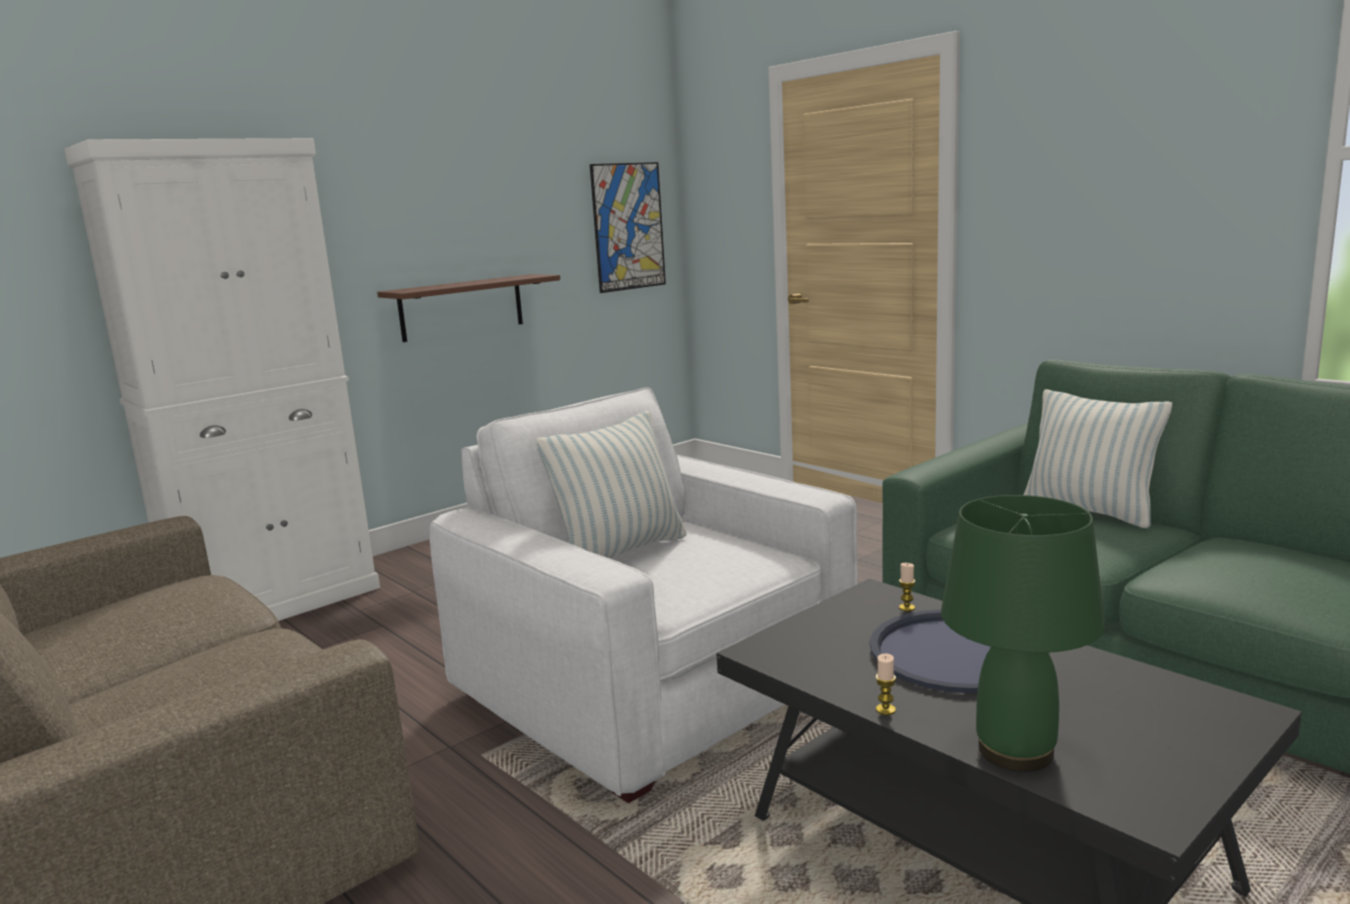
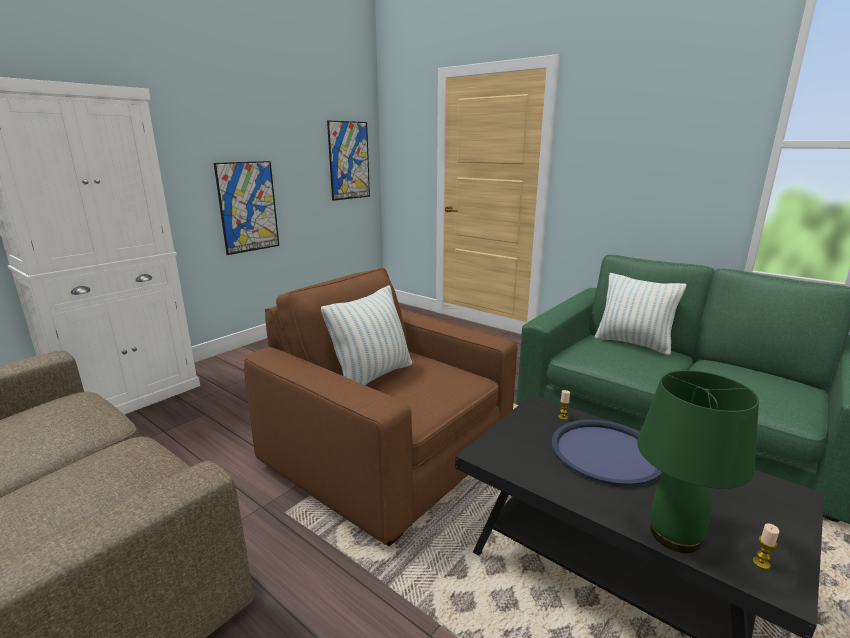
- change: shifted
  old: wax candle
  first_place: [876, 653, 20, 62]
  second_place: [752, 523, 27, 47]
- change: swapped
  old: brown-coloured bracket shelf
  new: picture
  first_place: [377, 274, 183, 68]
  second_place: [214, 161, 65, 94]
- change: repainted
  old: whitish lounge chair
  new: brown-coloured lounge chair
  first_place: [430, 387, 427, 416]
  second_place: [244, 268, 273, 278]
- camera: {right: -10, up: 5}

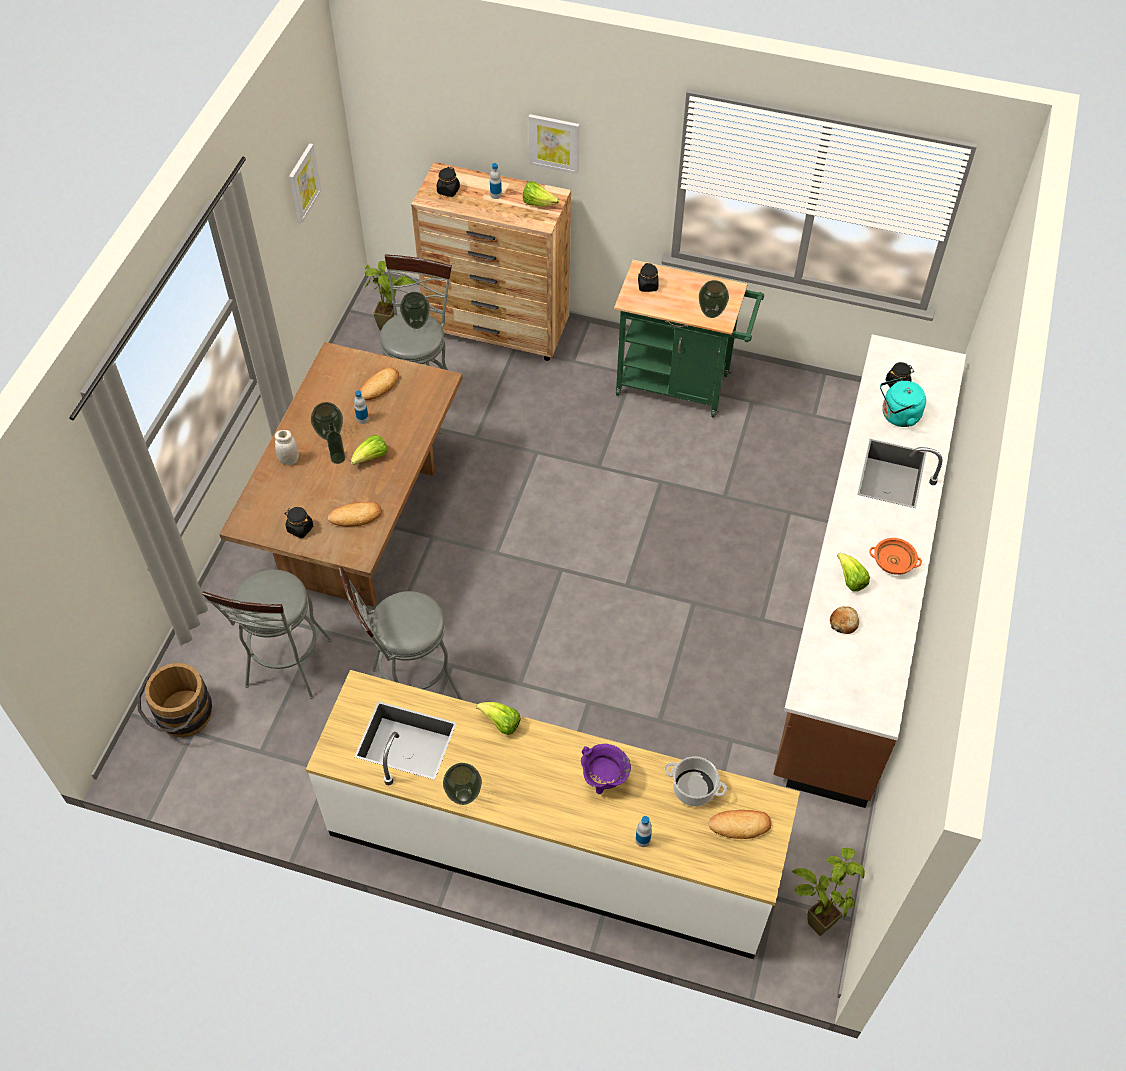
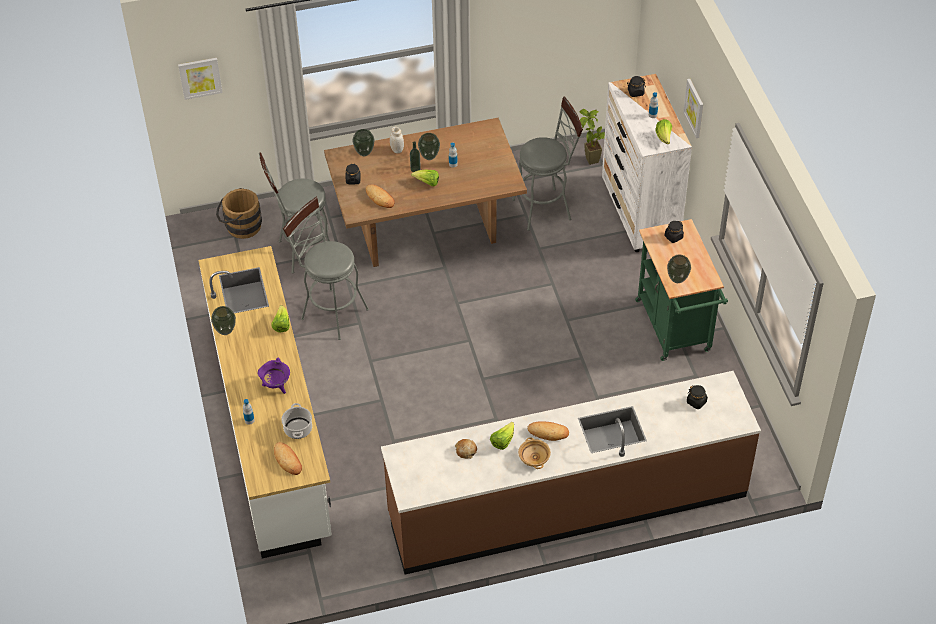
- change: gone
  old: plant in a pot
  first_place: [792, 848, 73, 88]
- change: gone
  old: turquoise-coloured water kettle
  first_place: [880, 378, 46, 49]
- change: shifted
  old: picture
  first_place: [289, 143, 32, 81]
  second_place: [178, 58, 45, 42]
- change: shifted
  old: bakery bread
  first_place: [360, 367, 39, 33]
  second_place: [527, 421, 42, 20]
- change: shifted
  old: decorative vase
  first_place: [400, 292, 30, 37]
  second_place: [352, 129, 23, 27]
- change: repainted
  old: brown-coloured chest of drawers
  new: whitish chest of drawers
  first_place: [411, 162, 160, 199]
  second_place: [602, 74, 90, 178]
- change: repainted
  old: orange deep dish
  new: beige deep dish
  first_place: [869, 538, 53, 37]
  second_place: [518, 438, 33, 31]
- camera: {right: 60, up: -5}

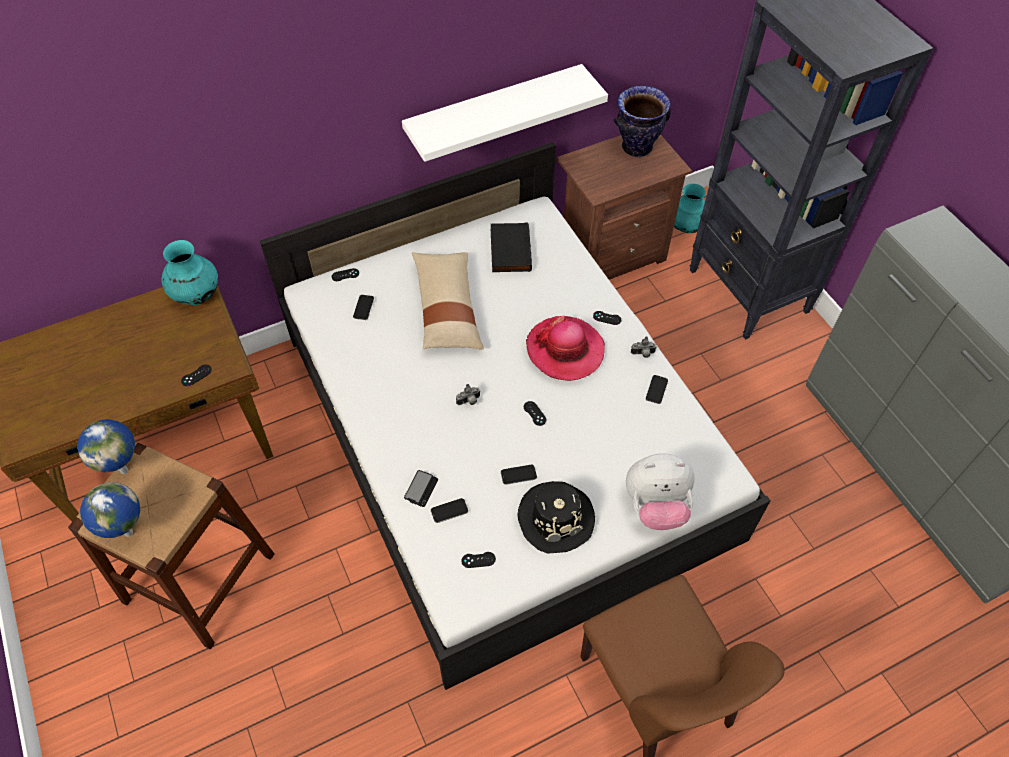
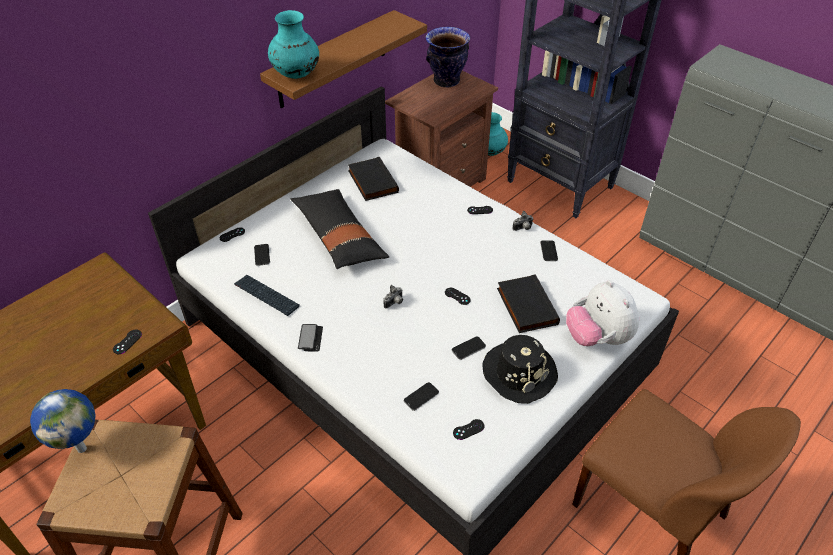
- change: gone
  old: desk globe
  first_place: [80, 482, 60, 56]
- change: gone
  old: wearable hat
  first_place: [526, 316, 79, 65]
- change: new
  new: computer keyboard
  second_place: [234, 275, 66, 41]
- change: new
  new: blackish bound book
  second_place: [497, 274, 63, 59]
- change: shifted
  old: turquoise-coloured decorative vase
  first_place: [162, 240, 56, 65]
  second_place: [268, 10, 51, 69]
- change: shifted
  old: phone
  first_place: [404, 470, 34, 37]
  second_place: [298, 324, 25, 28]
- change: repainted
  old: whitish bracket shelf
  new: brown-coloured bracket shelf
  first_place: [402, 64, 206, 98]
  second_place: [260, 10, 167, 98]
- change: repainted
  old: beige cushion
  new: blackish cushion
  first_place: [412, 252, 72, 97]
  second_place: [291, 189, 98, 80]
- change: rotated
  old: cuddly toy
  first_place: [626, 453, 69, 77]
  second_place: [566, 280, 73, 66]
  degrees: 90
- camera: {right: -20, up: -10}

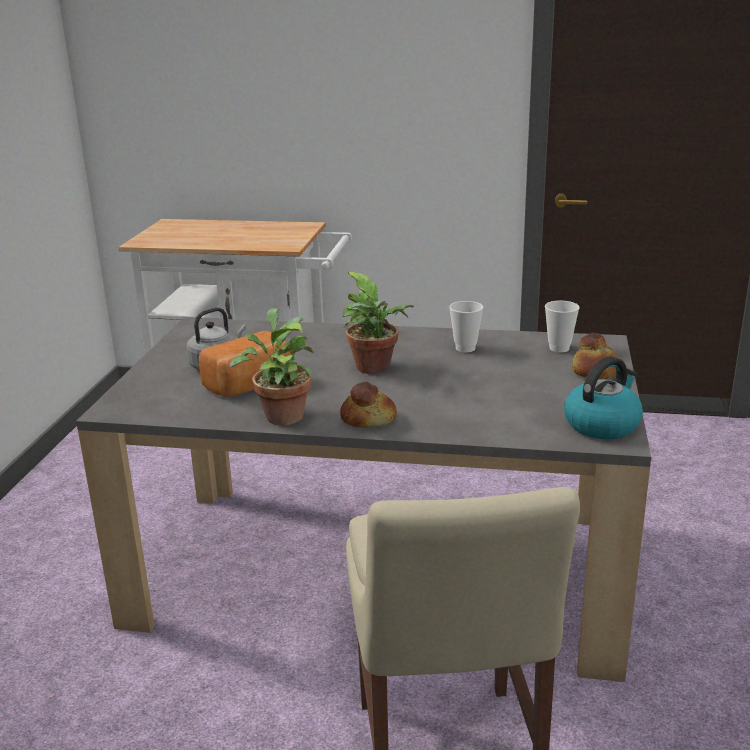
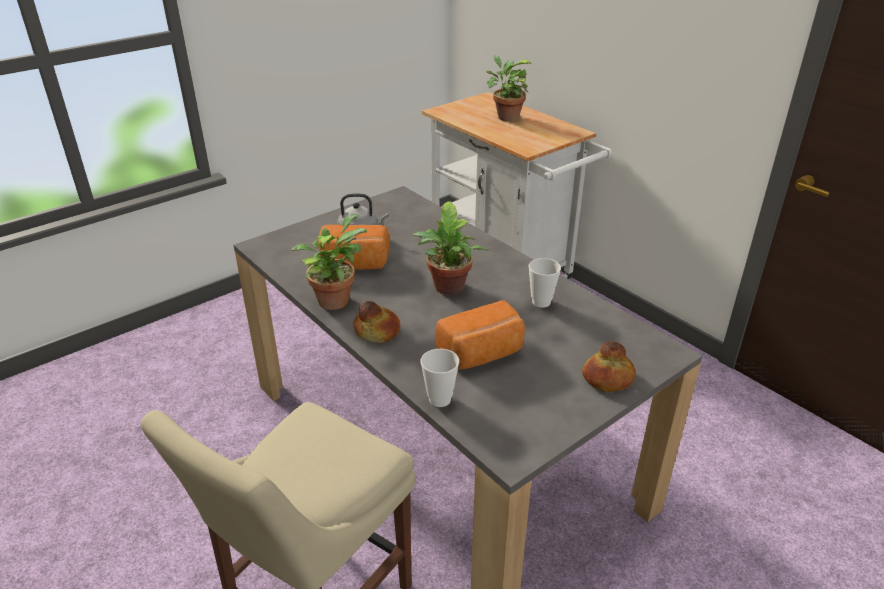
- change: gone
  old: water kettle
  first_place: [564, 356, 79, 83]
- change: new
  new: bakery bread
  second_place: [435, 301, 90, 69]
- change: new
  new: plant in a pot
  second_place: [486, 56, 46, 66]
- change: shifted
  old: cup
  first_place: [545, 301, 35, 51]
  second_place: [420, 349, 39, 58]
- camera: {right: 40, up: 10}

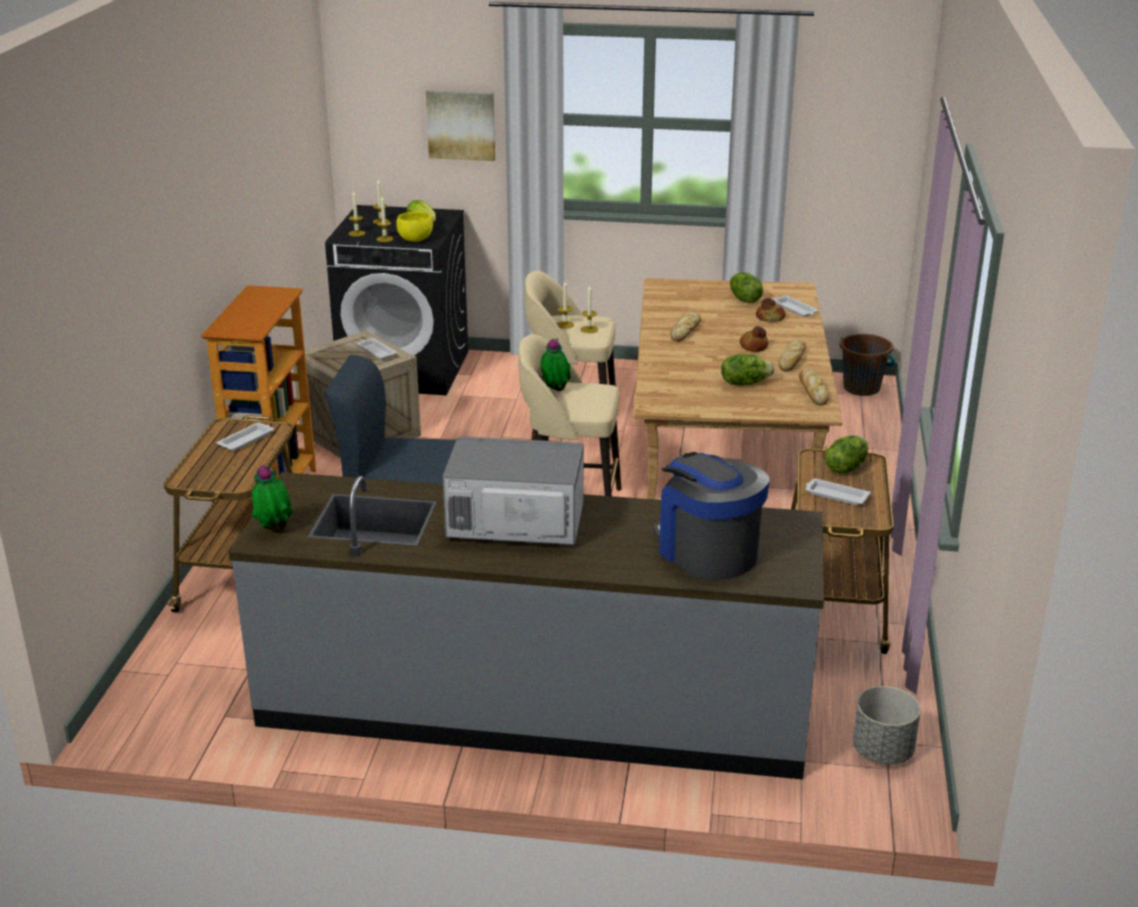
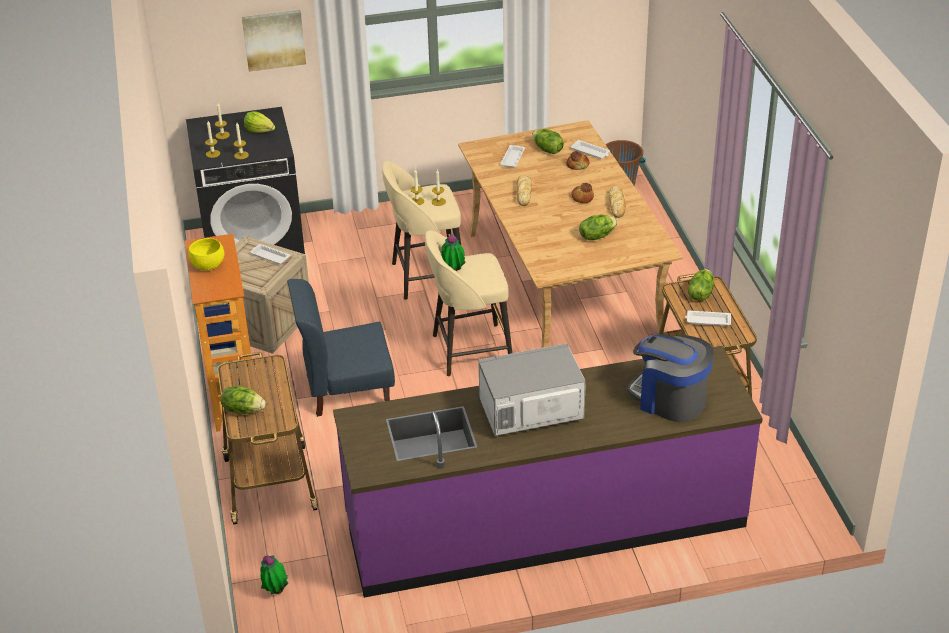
- change: gone
  old: bakery bread
  first_place: [799, 369, 30, 37]
- change: gone
  old: grey flower pot
  first_place: [853, 686, 68, 78]
- change: new
  new: head of lettuce
  second_place: [221, 386, 45, 28]
- change: shifted
  old: whitish tray
  first_place: [216, 422, 58, 29]
  second_place: [500, 145, 25, 23]
- change: shifted
  old: plant in a pot
  first_place: [251, 465, 42, 68]
  second_place: [260, 555, 28, 39]
- change: shifted
  old: yellow deep dish
  first_place: [396, 212, 37, 30]
  second_place: [188, 238, 36, 33]
- change: repainted
  old: grey kitchen counter
  new: purple-coloured kitchen counter
  first_place: [229, 472, 595, 308]
  second_place: [333, 346, 430, 252]
- camera: {right: -20, up: 10}

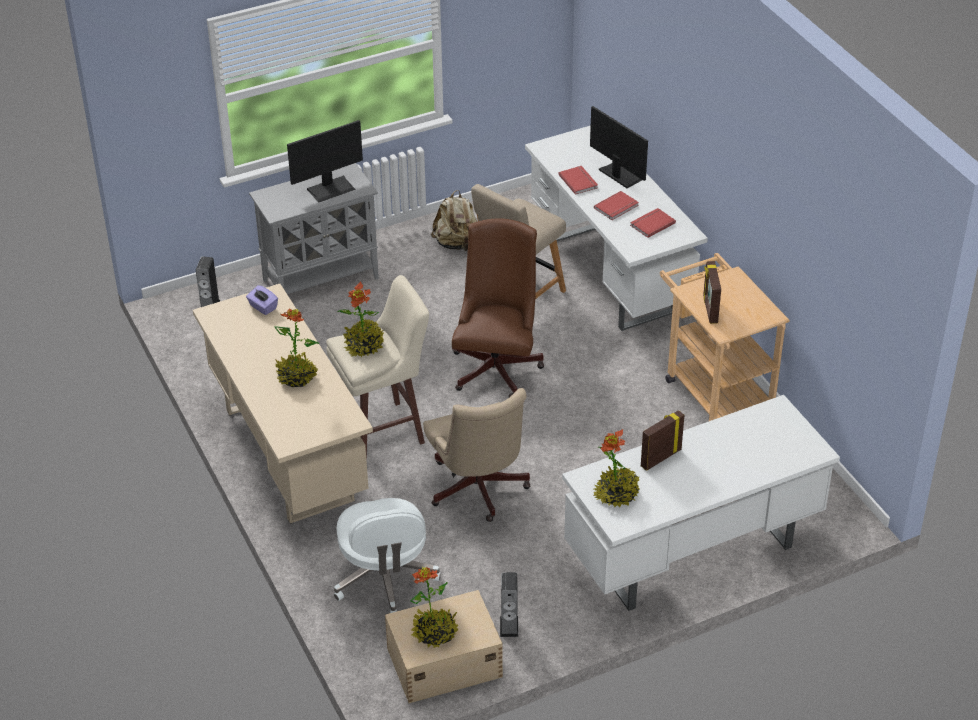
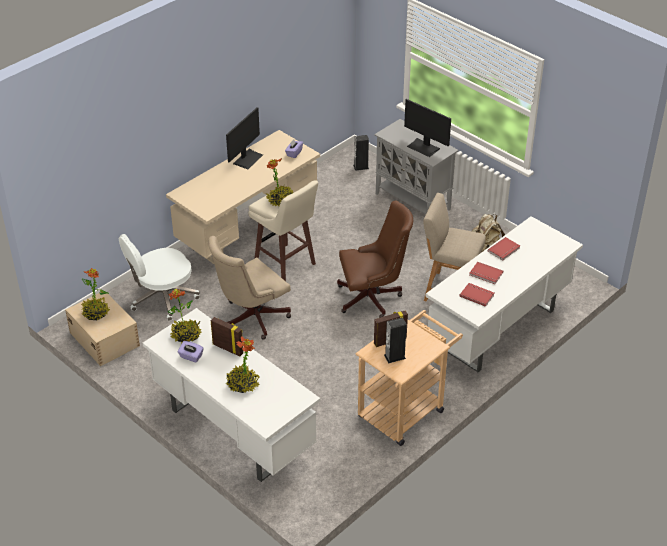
- change: new
  new: purple-coloured tissue holder
  second_place: [178, 341, 26, 21]
- change: shifted
  old: plant in a pot
  first_place: [275, 309, 44, 78]
  second_place: [226, 336, 34, 57]
- change: shifted
  old: speaker
  first_place: [500, 572, 18, 65]
  second_place: [384, 317, 23, 46]
- change: shifted
  old: monitor
  first_place: [590, 106, 58, 82]
  second_place: [226, 107, 37, 62]
- camera: {right: 70, up: 0}

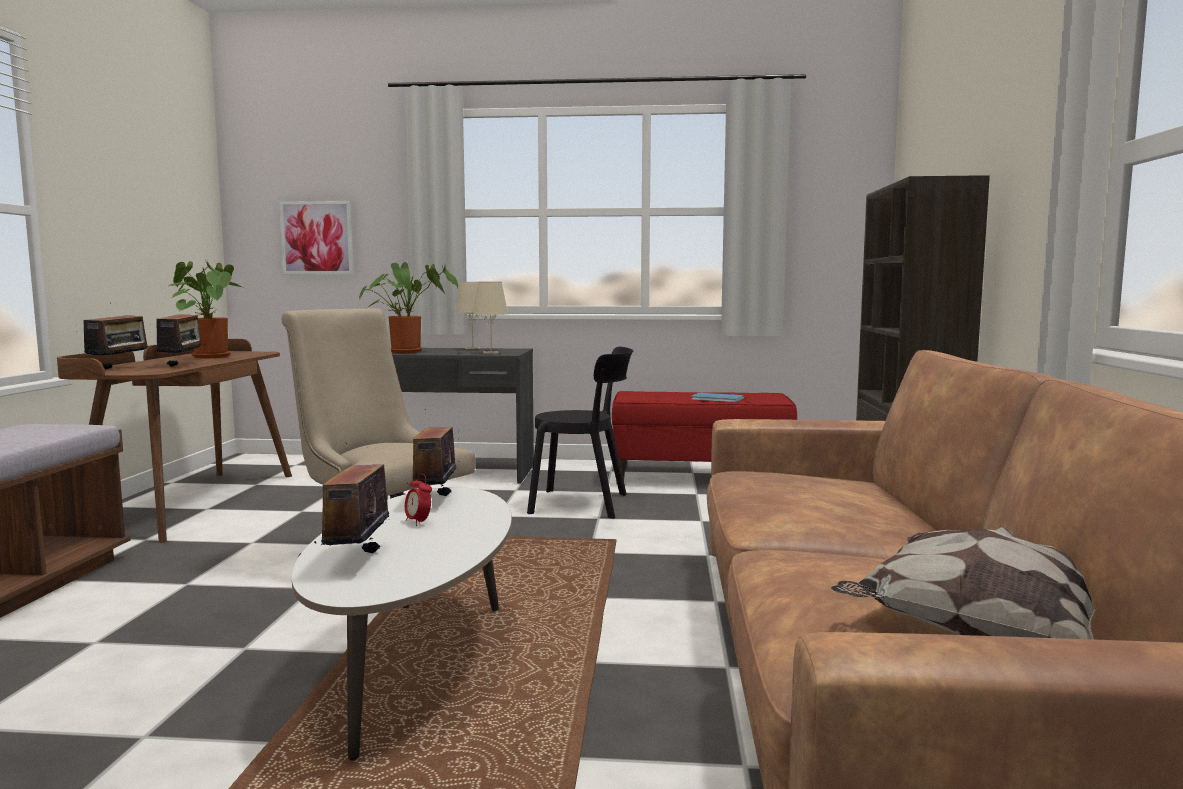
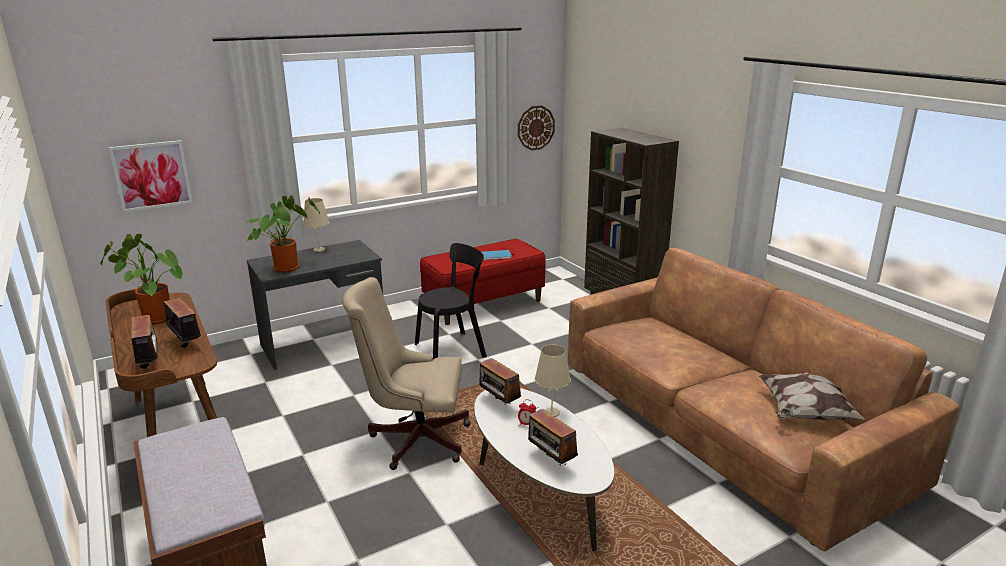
- change: new
  new: wall clock
  second_place: [518, 105, 37, 46]
- change: shifted
  old: beige tabletop lamp
  first_place: [473, 282, 35, 72]
  second_place: [535, 345, 36, 72]
- camera: {right: -35, up: 15}

